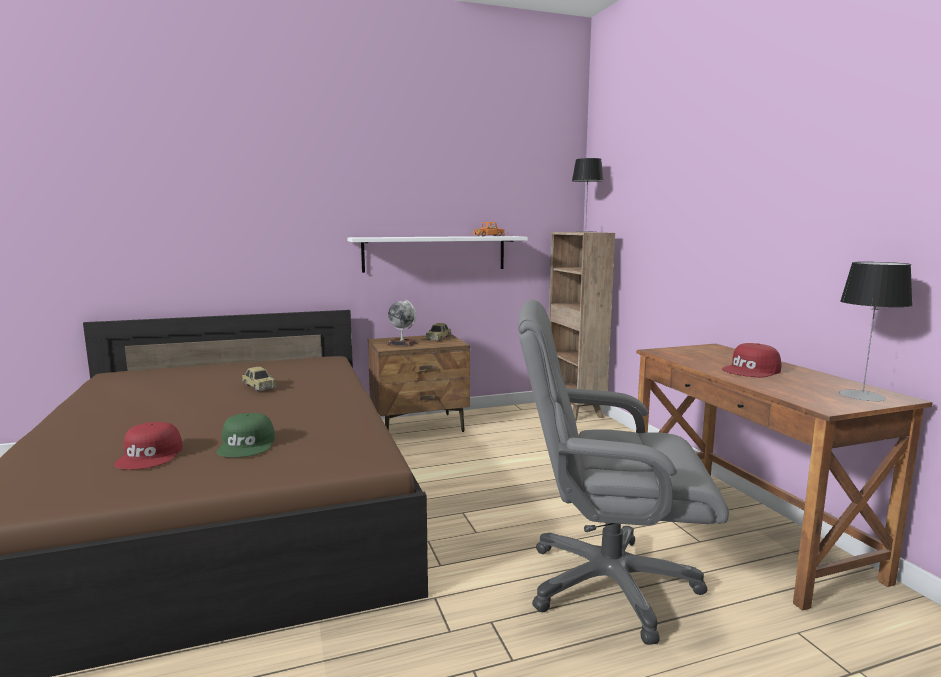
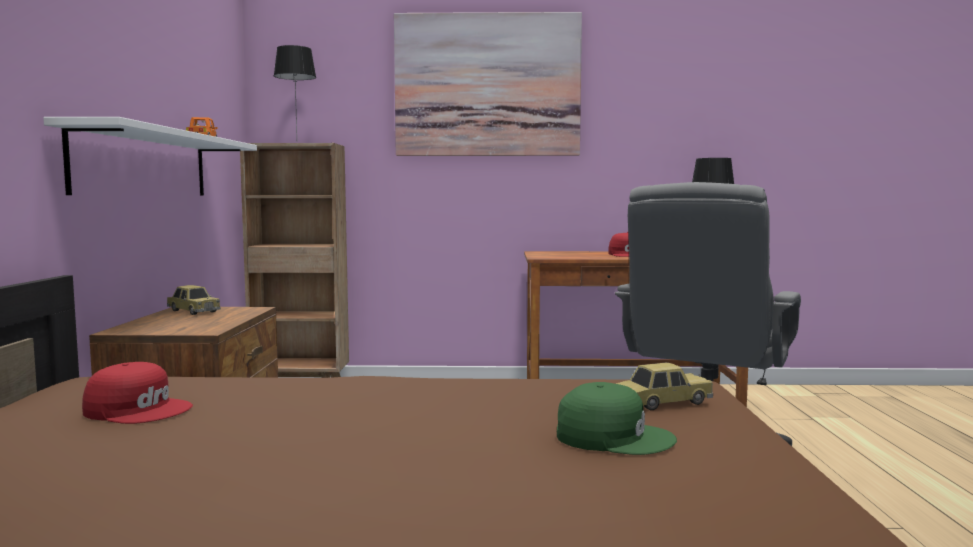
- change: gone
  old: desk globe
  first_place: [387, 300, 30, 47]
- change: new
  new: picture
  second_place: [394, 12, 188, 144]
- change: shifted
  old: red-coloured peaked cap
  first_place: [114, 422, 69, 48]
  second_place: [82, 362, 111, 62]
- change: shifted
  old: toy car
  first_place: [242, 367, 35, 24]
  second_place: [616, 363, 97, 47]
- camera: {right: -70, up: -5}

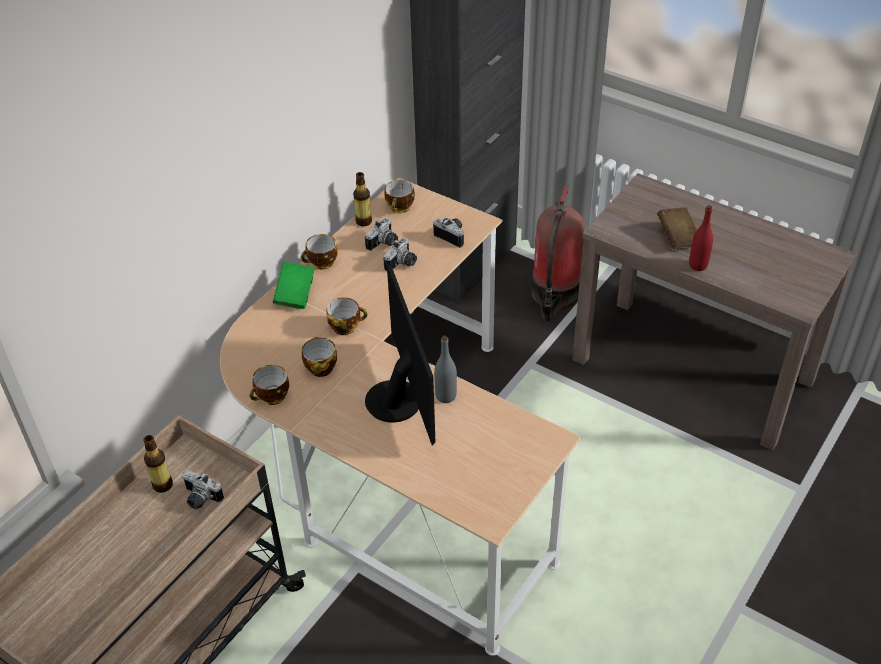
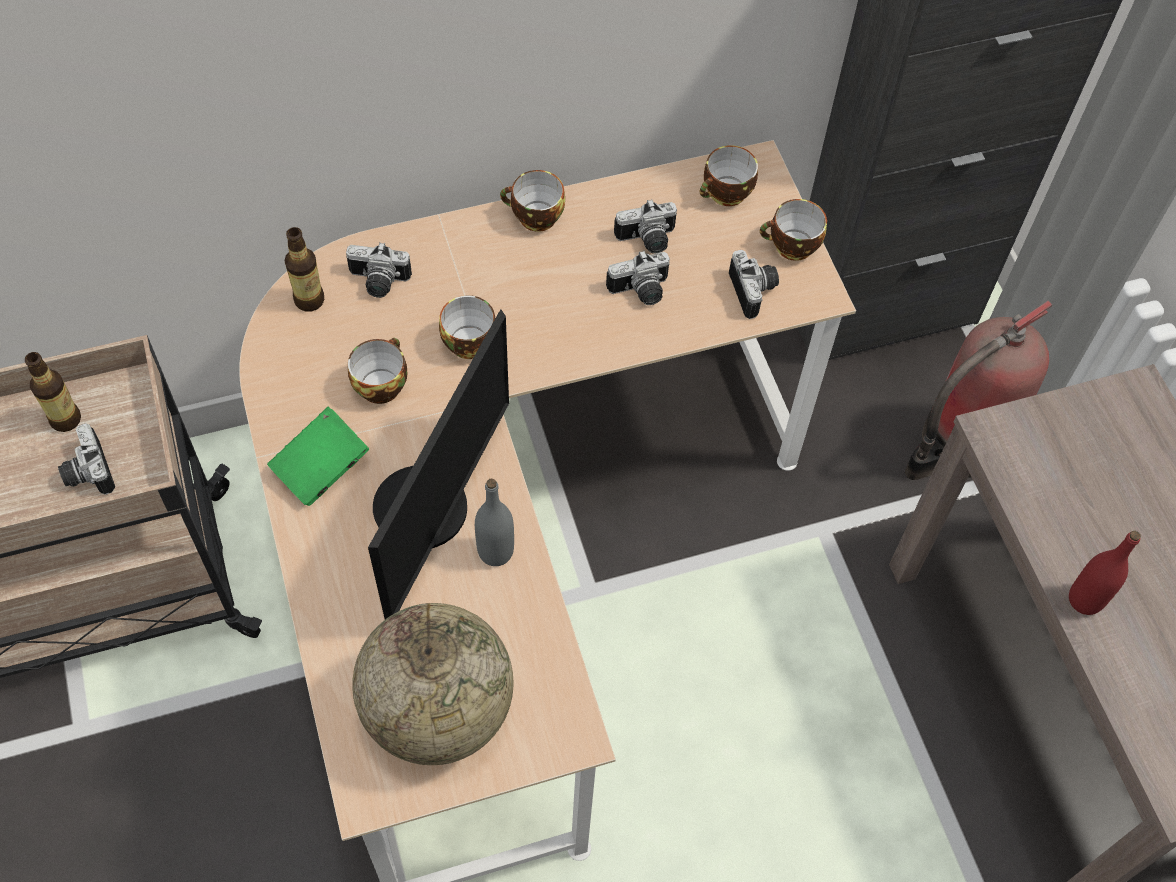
- change: gone
  old: brown-coloured bound book
  first_place: [657, 207, 40, 42]
- change: new
  new: still camera
  second_place: [346, 242, 66, 56]
- change: new
  new: desk globe
  second_place: [352, 603, 161, 162]
- change: shifted
  old: cup
  first_place: [249, 365, 40, 40]
  second_place: [760, 199, 67, 62]
- change: shifted
  old: green-coloured bound book
  first_place: [273, 262, 42, 47]
  second_place: [267, 407, 102, 99]
- change: shifted
  old: bottle
  first_place: [353, 172, 19, 54]
  second_place: [285, 227, 39, 85]
- camera: {right: 35, up: 15}

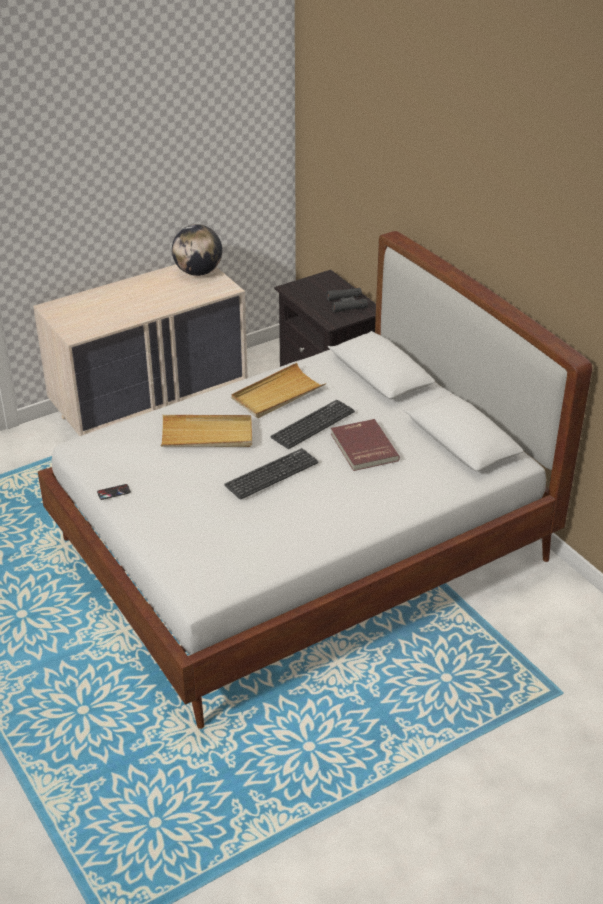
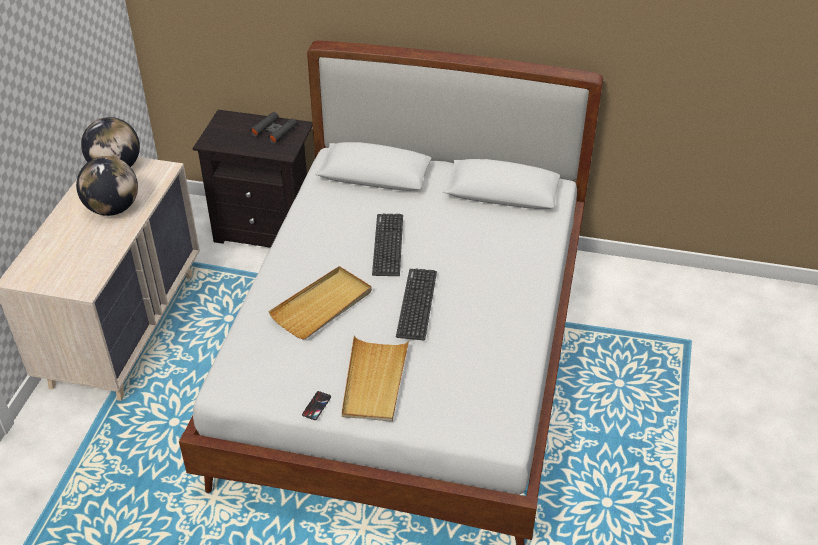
- change: gone
  old: red-coloured bound book
  first_place: [331, 419, 69, 52]
- change: new
  new: desk globe
  second_place: [76, 156, 62, 60]
- change: shifted
  old: beige tray
  first_place: [231, 363, 95, 55]
  second_place: [342, 336, 67, 86]
- camera: {right: -45, up: 5}

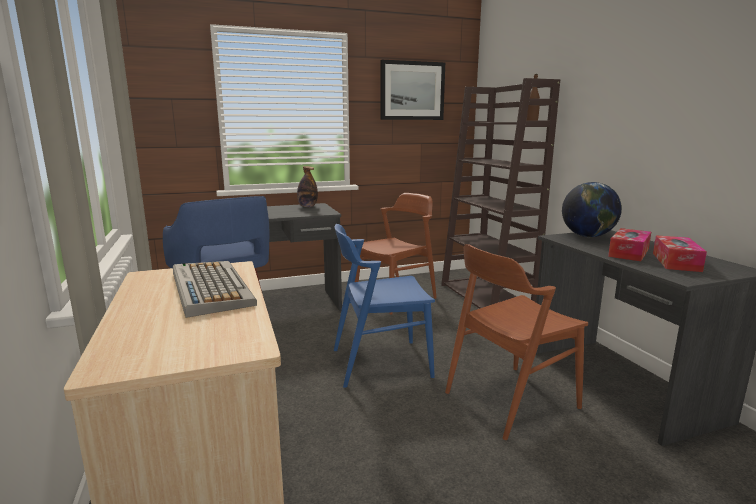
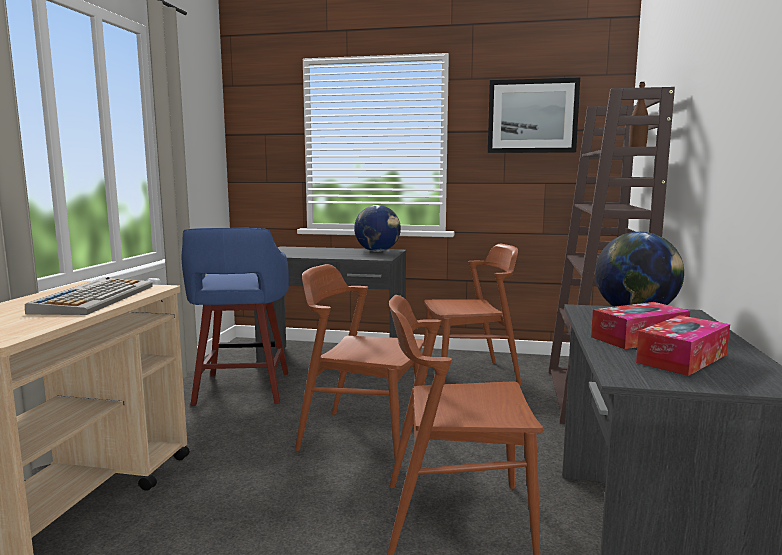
- change: swapped
  old: bottle
  new: desk globe
  first_place: [297, 166, 21, 41]
  second_place: [354, 205, 47, 47]
- change: repainted
  old: blue plain chair
  new: brown-coloured plain chair
  first_place: [334, 224, 101, 164]
  second_place: [295, 264, 129, 196]
- camera: {right: 30, up: -5}

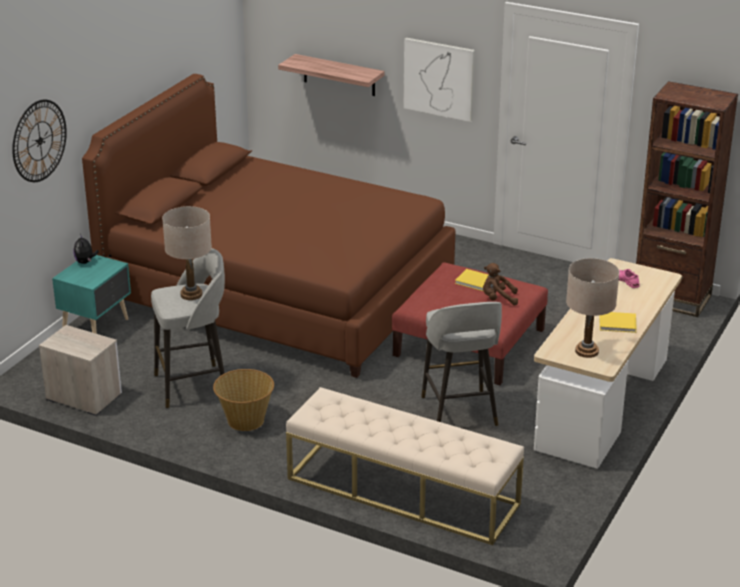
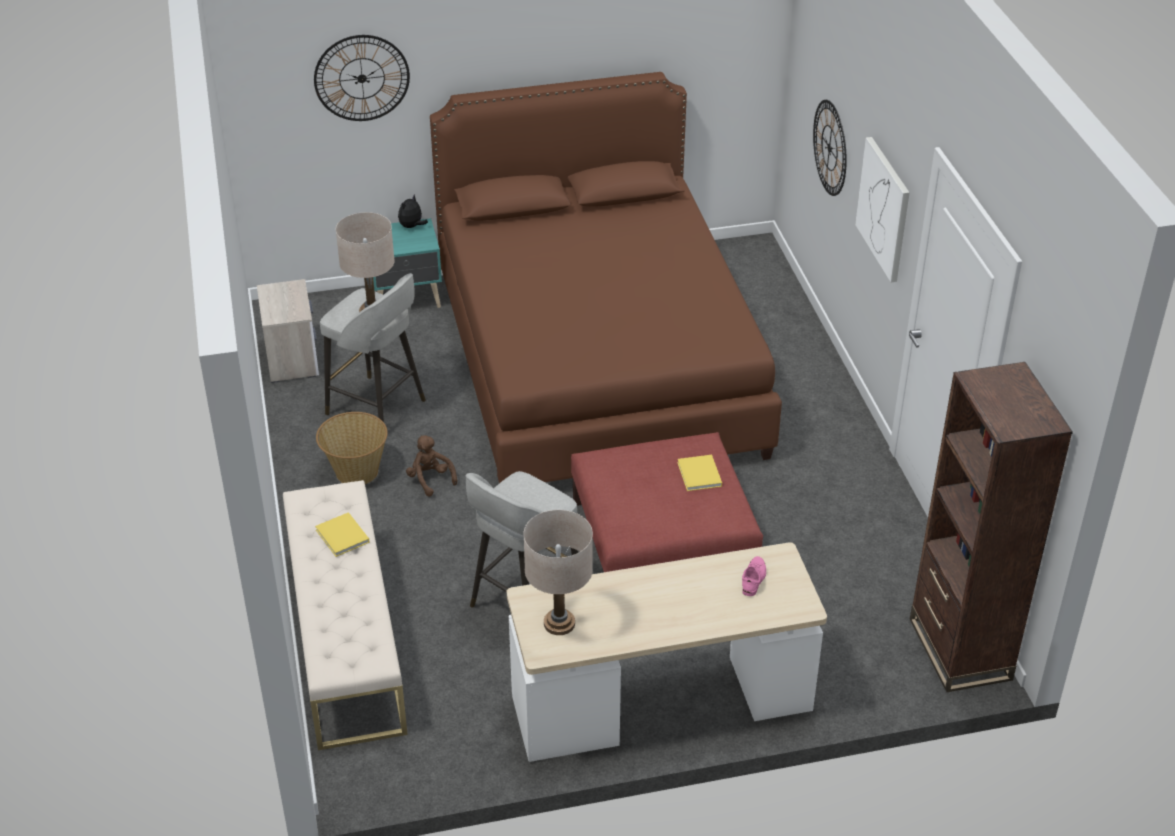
- change: shifted
  old: brown-coloured cuddly toy
  first_place: [483, 263, 35, 42]
  second_place: [406, 435, 51, 62]
- change: shifted
  old: yellow bound book
  first_place: [600, 312, 37, 21]
  second_place: [315, 512, 55, 45]
- change: swapped
  old: bracket shelf
  new: wall clock
  first_place: [278, 54, 106, 42]
  second_place: [813, 100, 34, 96]
- camera: {right: 50, up: 10}

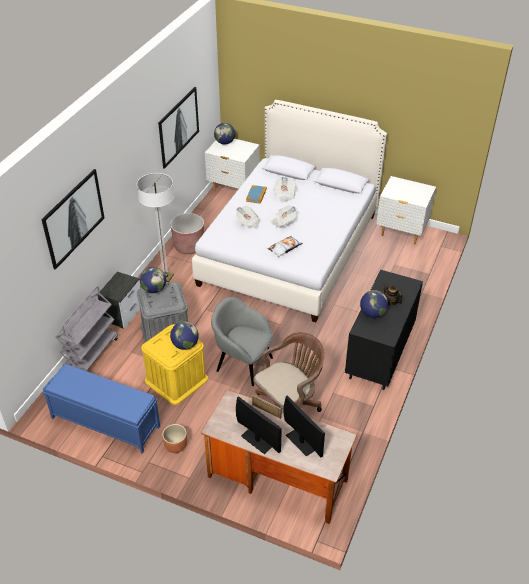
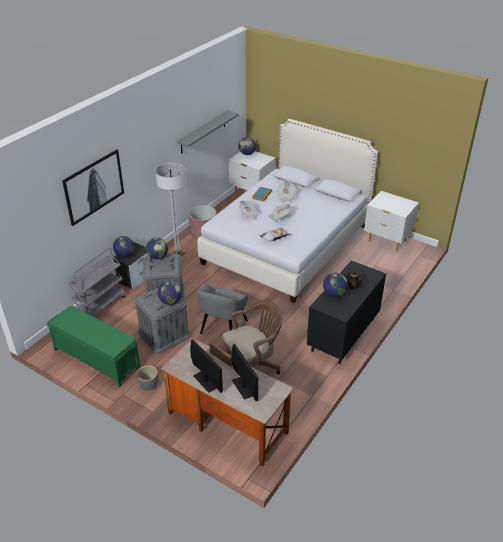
- change: new
  new: desk globe
  second_place: [113, 236, 22, 21]
- change: swapped
  old: picture
  new: grey bracket shelf
  first_place: [158, 87, 41, 82]
  second_place: [177, 110, 62, 44]
- change: repainted
  old: blue long seat
  new: green-coloured long seat
  first_place: [42, 364, 118, 89]
  second_place: [47, 306, 93, 81]
- change: repainted
  old: yellow storage container
  new: grey storage container
  first_place: [141, 324, 67, 81]
  second_place: [135, 288, 55, 65]
- change: repainted
  old: brown-coloured flower pot
  new: grey flower pot
  first_place: [162, 424, 25, 29]
  second_place: [137, 365, 21, 25]
- change: rotated
  old: grey lounge chair
  first_place: [211, 297, 62, 89]
  second_place: [196, 284, 52, 50]
  degrees: -105
- camera: {right: 10, up: -5}

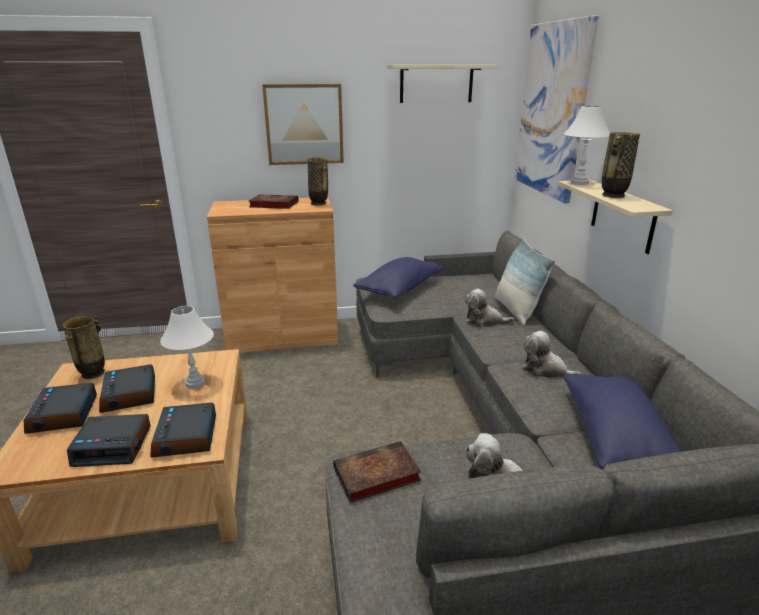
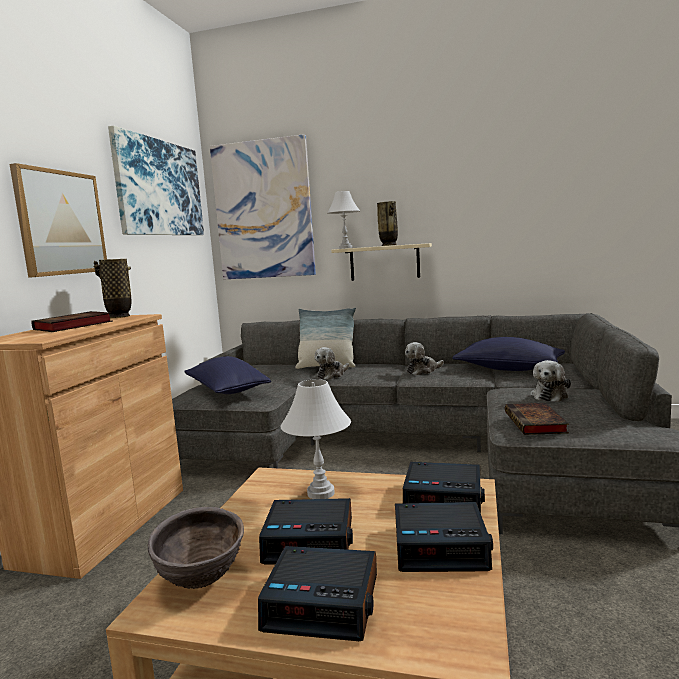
- change: swapped
  old: decorative vase
  new: brown-coloured deep dish
  first_place: [63, 316, 42, 63]
  second_place: [148, 507, 96, 82]
- change: swapped
  old: beige bracket shelf
  new: picture
  first_place: [387, 65, 110, 38]
  second_place: [108, 126, 96, 109]
- change: rotated
  old: table clock
  first_place: [67, 414, 84, 53]
  second_place: [395, 502, 98, 70]
  degrees: 75
- camera: {right: -65, up: -15}

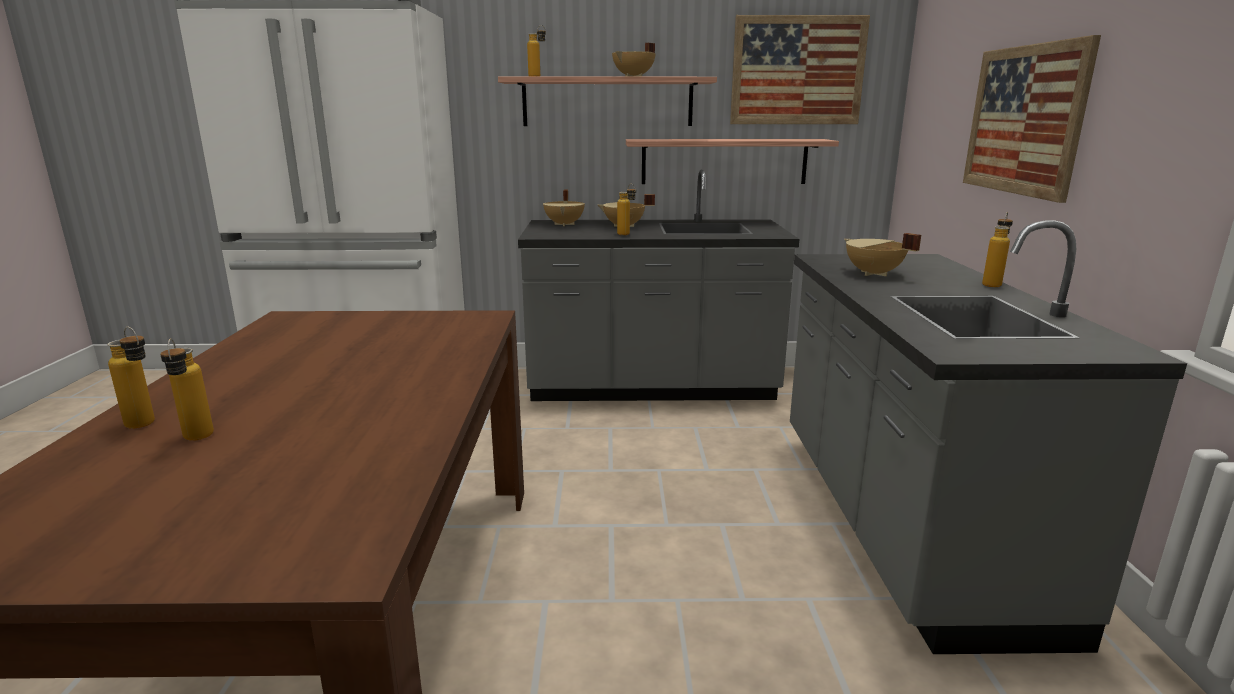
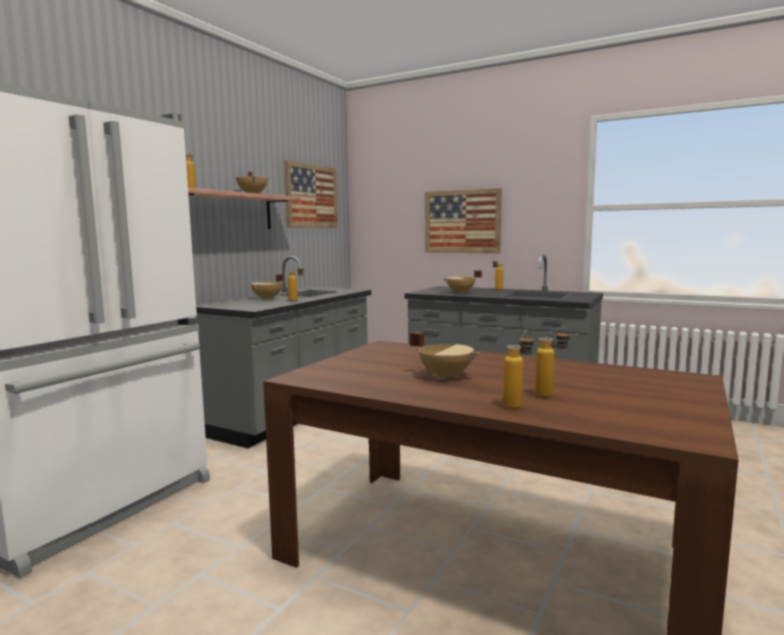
- change: gone
  old: bracket shelf
  first_place: [626, 139, 213, 45]
- change: shifted
  old: beige stockpot
  first_place: [543, 190, 42, 36]
  second_place: [410, 332, 69, 48]
- camera: {right: -60, up: -10}

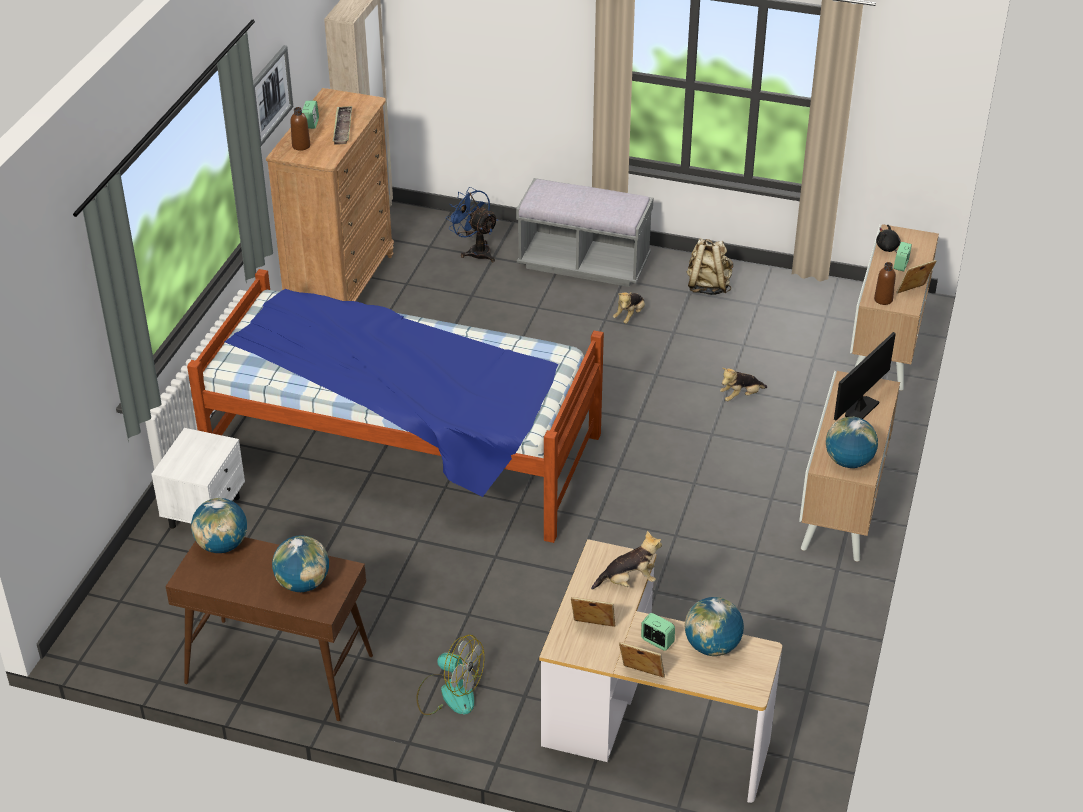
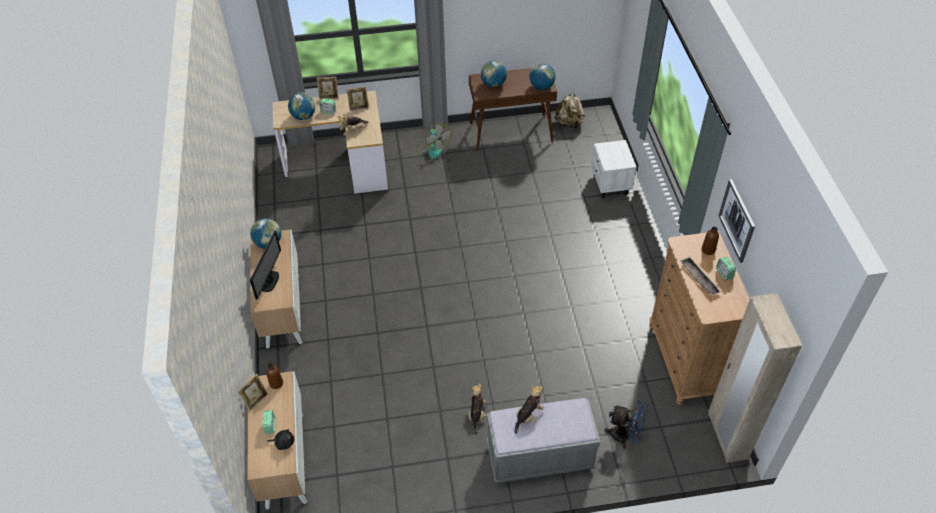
- change: gone
  old: bed
  first_place: [187, 269, 417, 274]
- change: shifted
  old: beige rucksack
  first_place: [687, 238, 46, 57]
  second_place: [555, 92, 30, 37]
- change: shifted
  old: cuddly toy
  first_place: [720, 368, 47, 33]
  second_place: [515, 386, 29, 48]
- change: rotated
  old: fan
  first_place: [416, 635, 69, 80]
  second_place: [416, 123, 35, 36]
  degrees: -120
- camera: {right: 155, up: 10}

